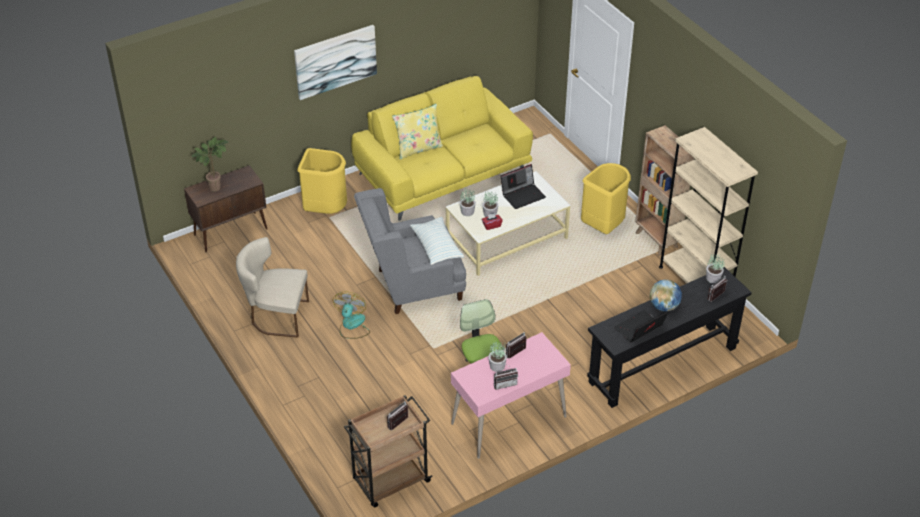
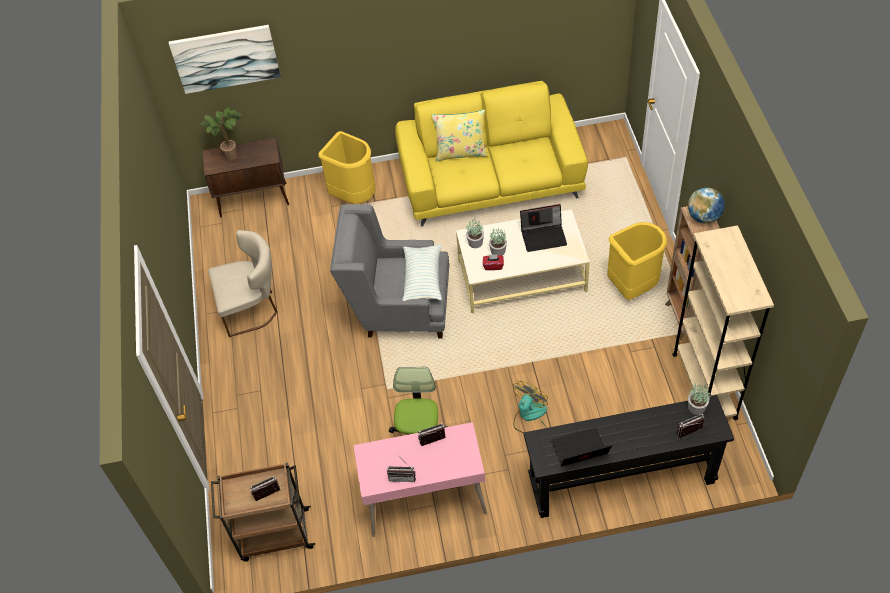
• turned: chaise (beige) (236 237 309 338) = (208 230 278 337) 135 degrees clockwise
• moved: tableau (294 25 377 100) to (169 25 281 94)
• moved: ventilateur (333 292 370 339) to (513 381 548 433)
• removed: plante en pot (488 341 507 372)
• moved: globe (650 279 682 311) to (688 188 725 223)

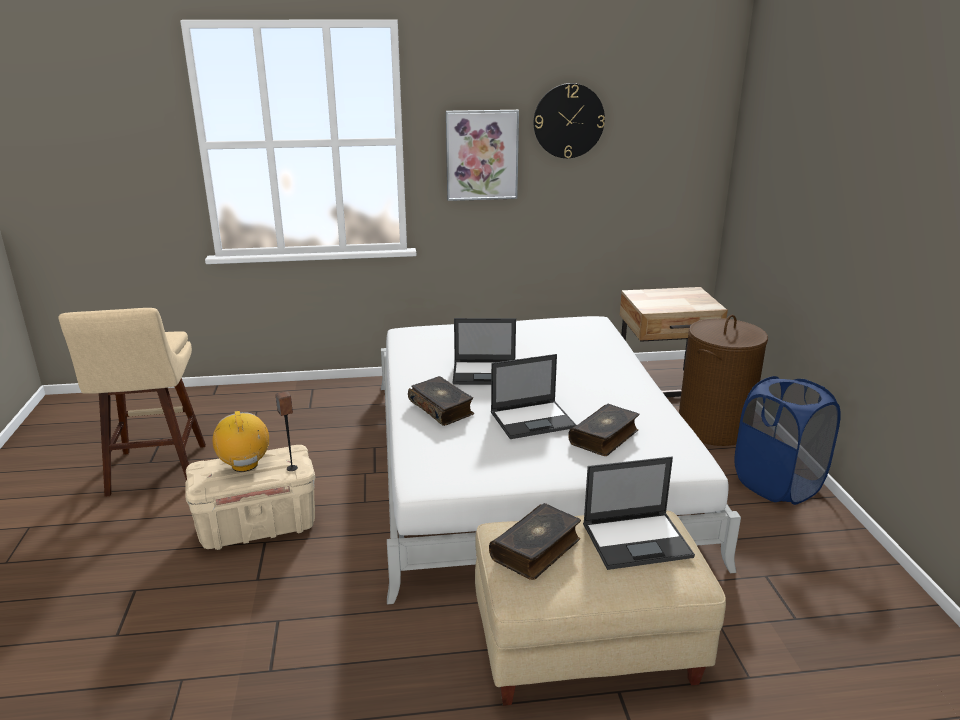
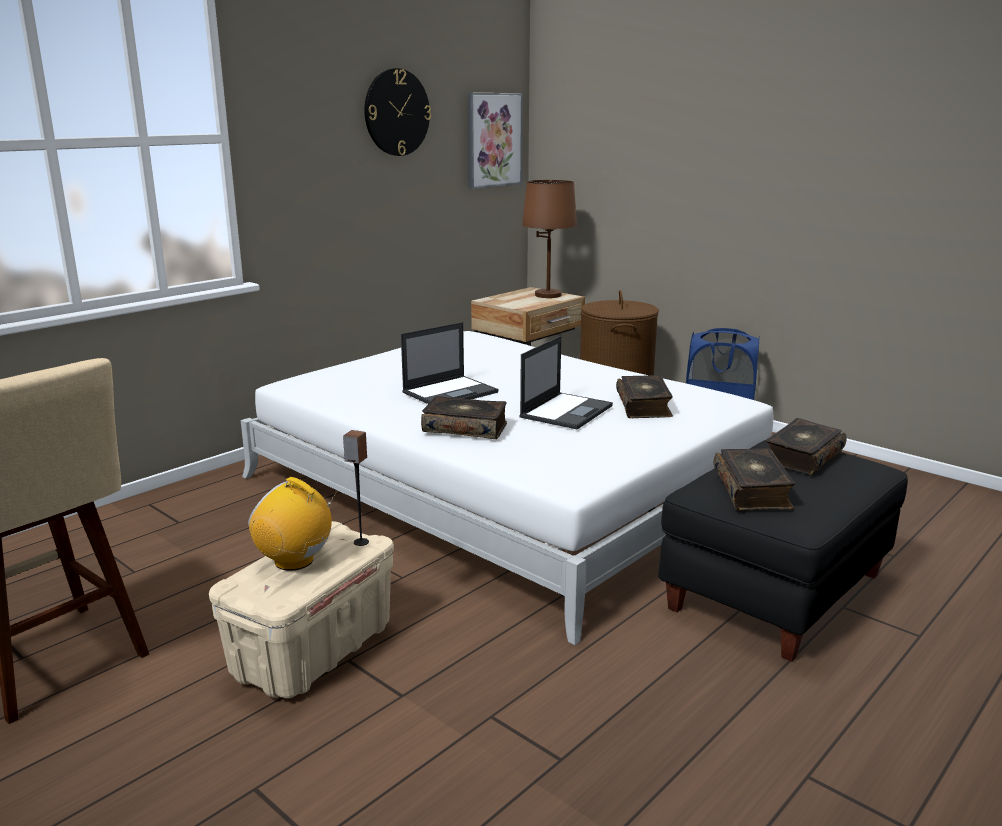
• moved: tableau (446 110 519 201) to (467 93 523 189)
• recoloured: pouf (beige) (475 510 726 706) to pouf (noir) (658 440 908 662)
• replaced: ordinateur portable (583 457 695 570) to livre (766 418 847 475)
• added: lampe de table (marron) (522 180 577 298)

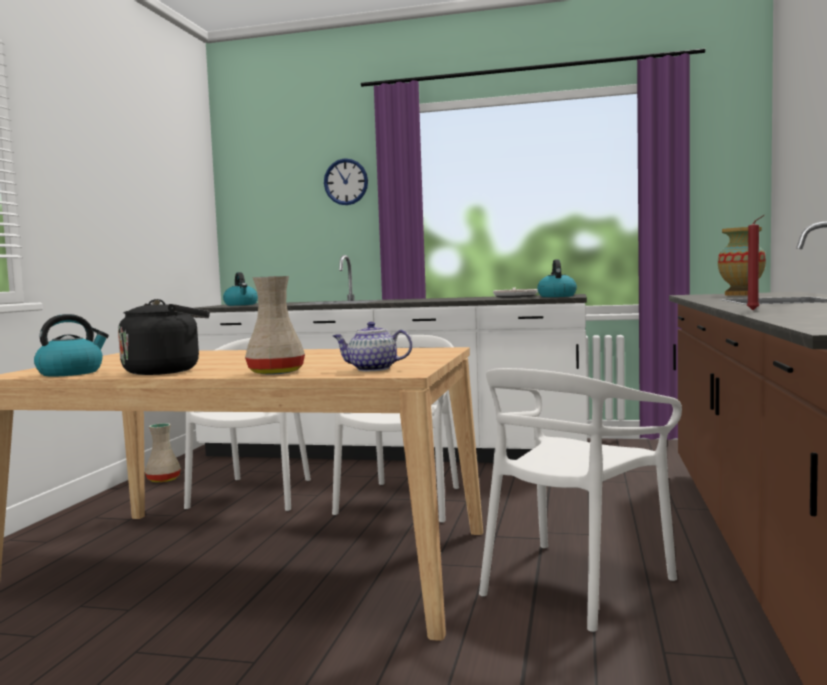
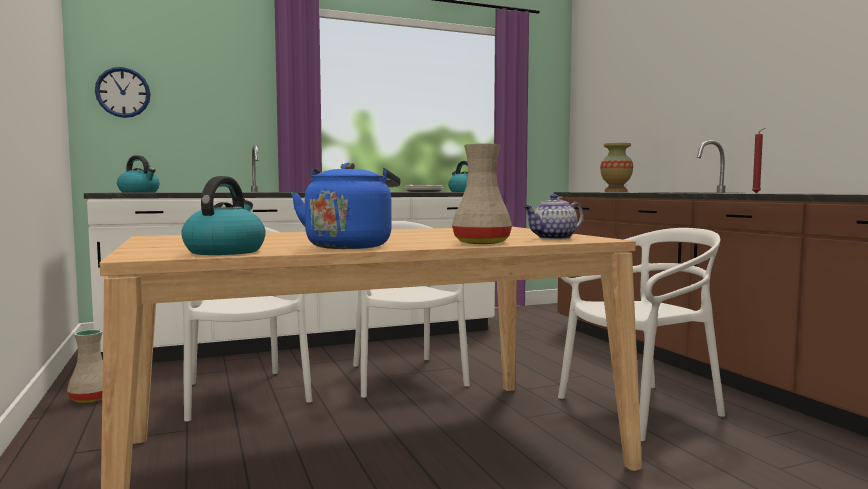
• recoloured: bouilloire (noir) (118 299 210 375) to bouilloire (bleu) (291 163 401 249)
• moved: horloge murale (324 158 368 205) to (95 67 151 118)
• turned: chaise (blanc) (479 368 682 632) = (558 228 725 442) 120 degrees counterclockwise

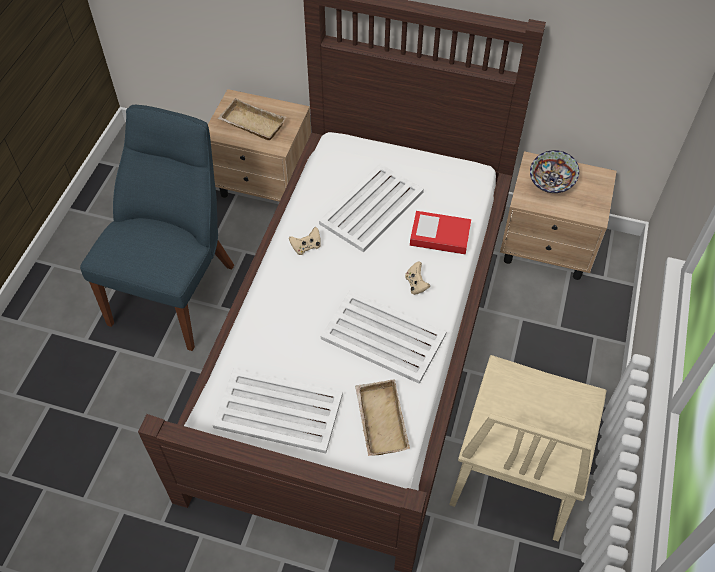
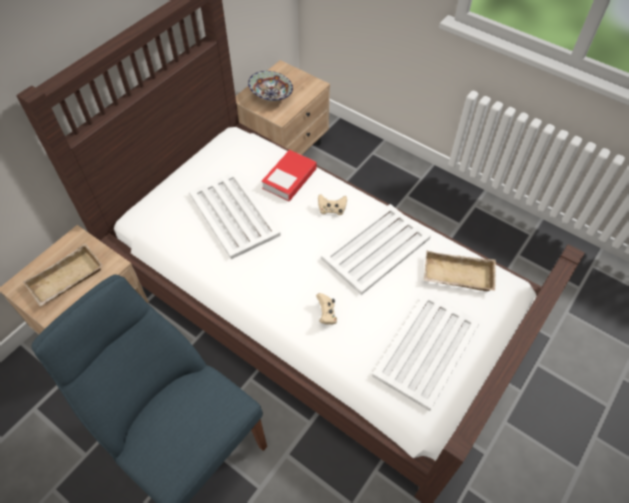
• moved: manette (beige) (289 227 321 255) to (316 293 337 325)
• removed: chaise (beige) (449 355 607 541)

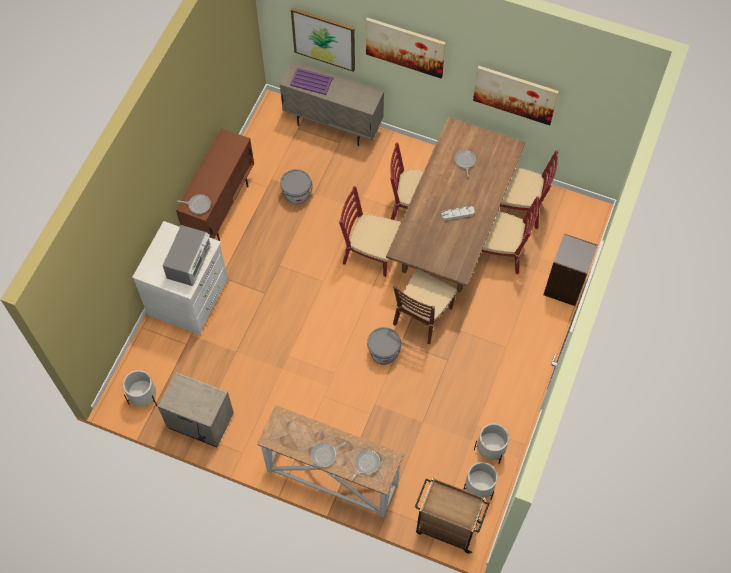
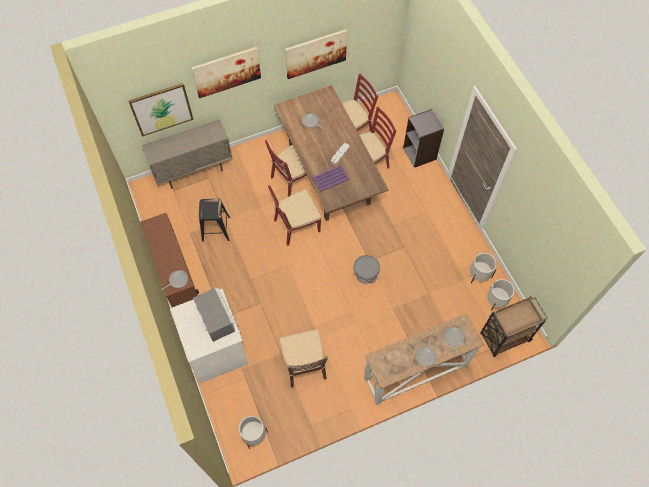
• removed: table de chevet (beige) (158 372 234 447)
• replaced: seau (gris) (280 169 313 204) to tabouret (noir) (199 199 230 242)
• moved: plateau (violet) (290 68 333 95) to (313 165 349 192)
• moved: chaise (marron) (392 269 457 344) to (279 329 328 388)

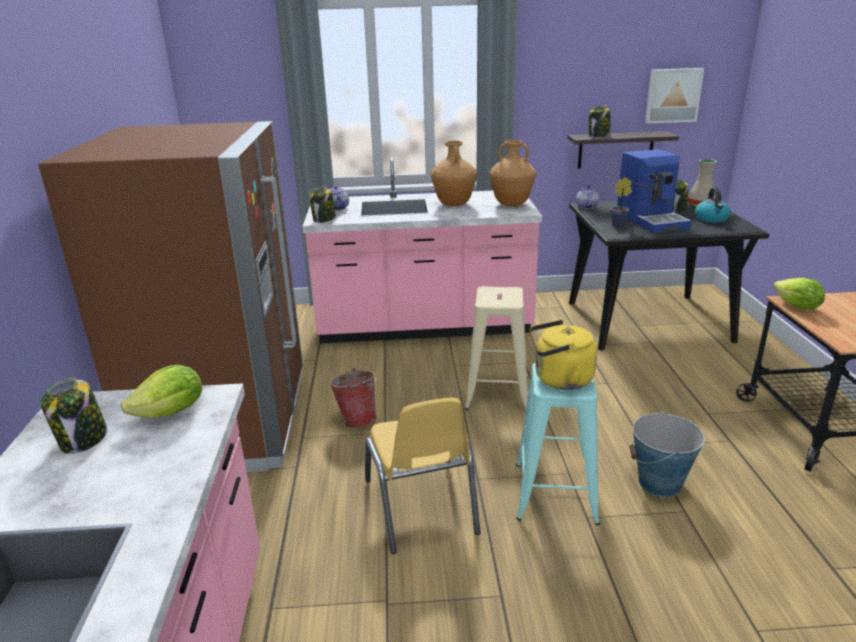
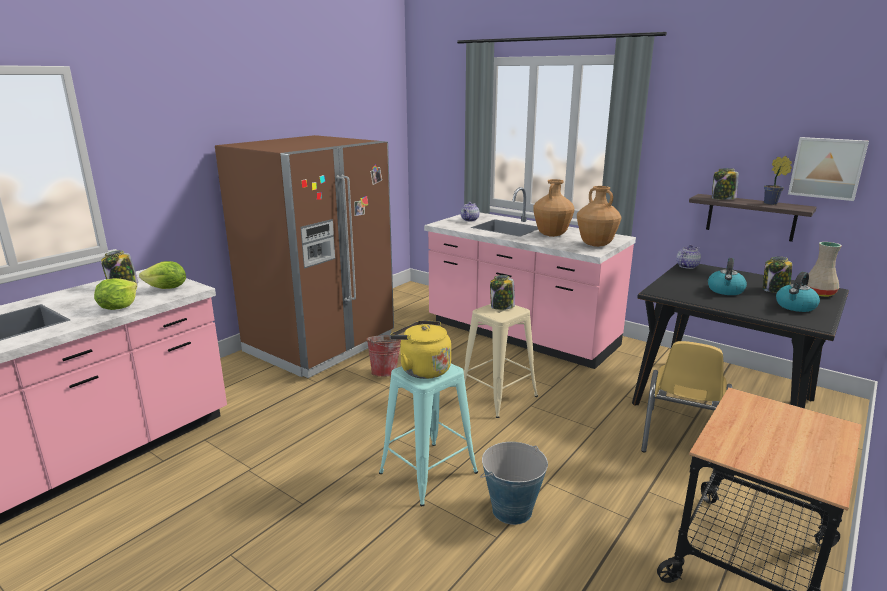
• moved: bocal (309 187 336 223) to (490 275 515 310)
• moved: chaise (jaune) (365 398 481 554) to (641 341 732 469)
• moved: plante en pot (611 177 632 228) to (764 156 792 205)
• replaced: machine à café (617 149 692 233) to bouilloire (708 258 747 295)
• moved: laitue (773 278 825 309) to (94 278 137 310)

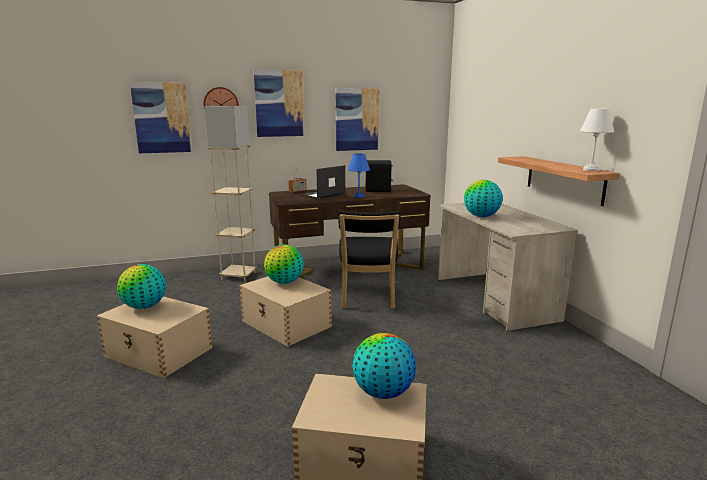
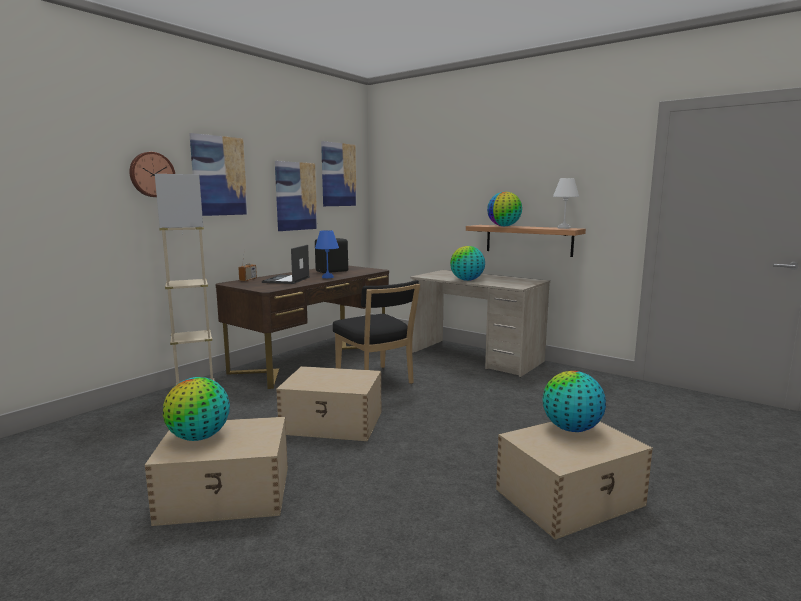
• moved: tableau (130 82 192 153) to (321 141 357 206)
• moved: globe (264 244 304 284) to (487 191 522 226)

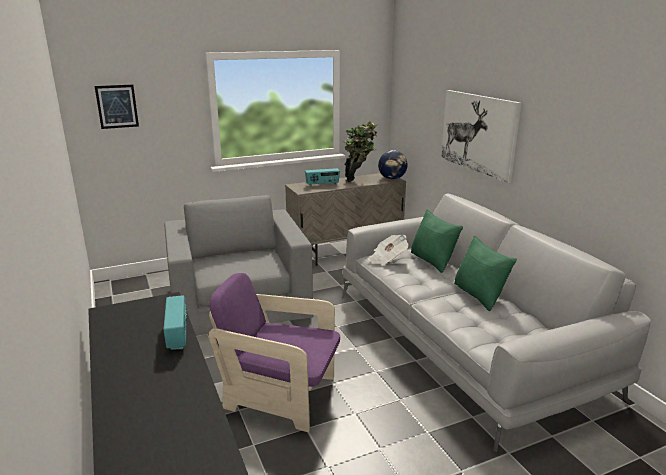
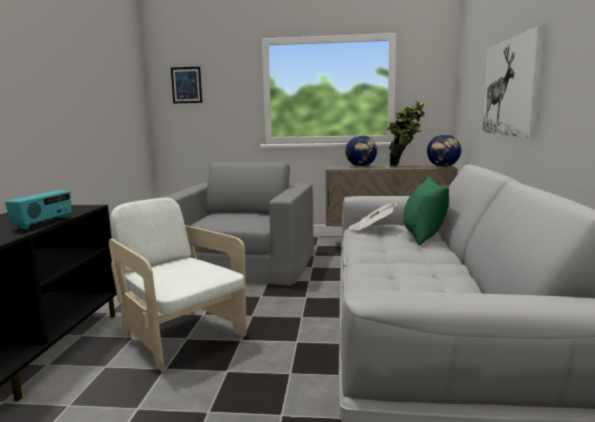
• recoloured: fauteuil (violet) (209 273 340 432) to fauteuil (blanc) (109 198 247 372)
• replaced: radio (305 168 340 187) to globe (346 135 377 167)
• removed: coussin (vert) (454 236 517 311)

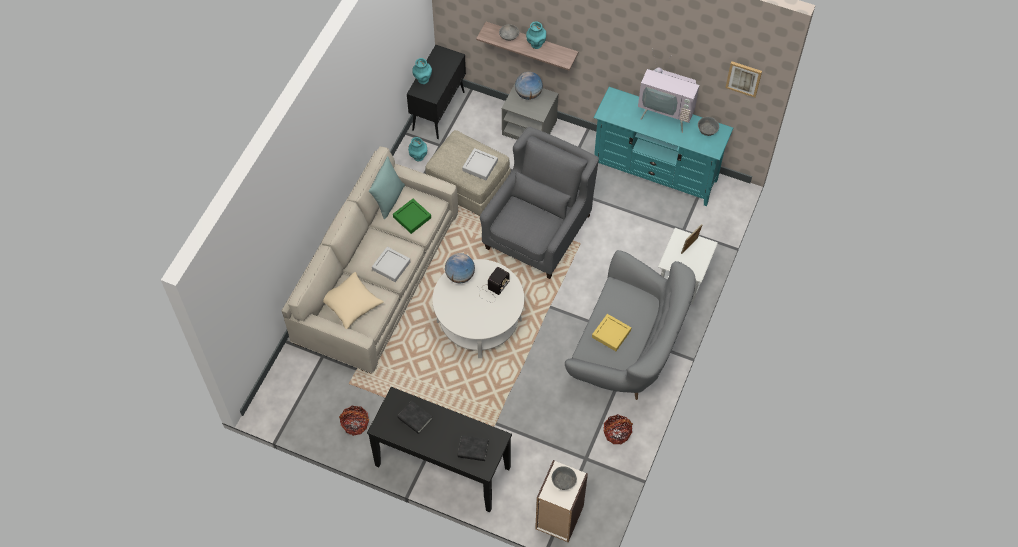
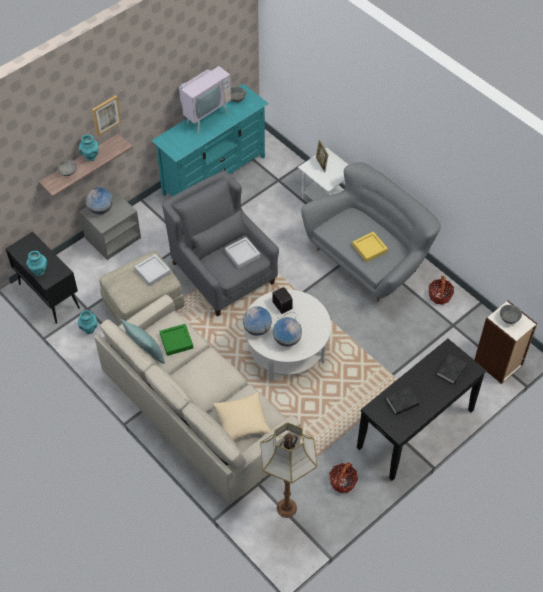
• moved: plateau (gris) (372 247 411 282) to (225 237 260 268)
• moved: tableau (725 61 762 97) to (92 95 122 136)
• added: lampadaire (260 422 317 518)
• added: globe (273 317 302 347)

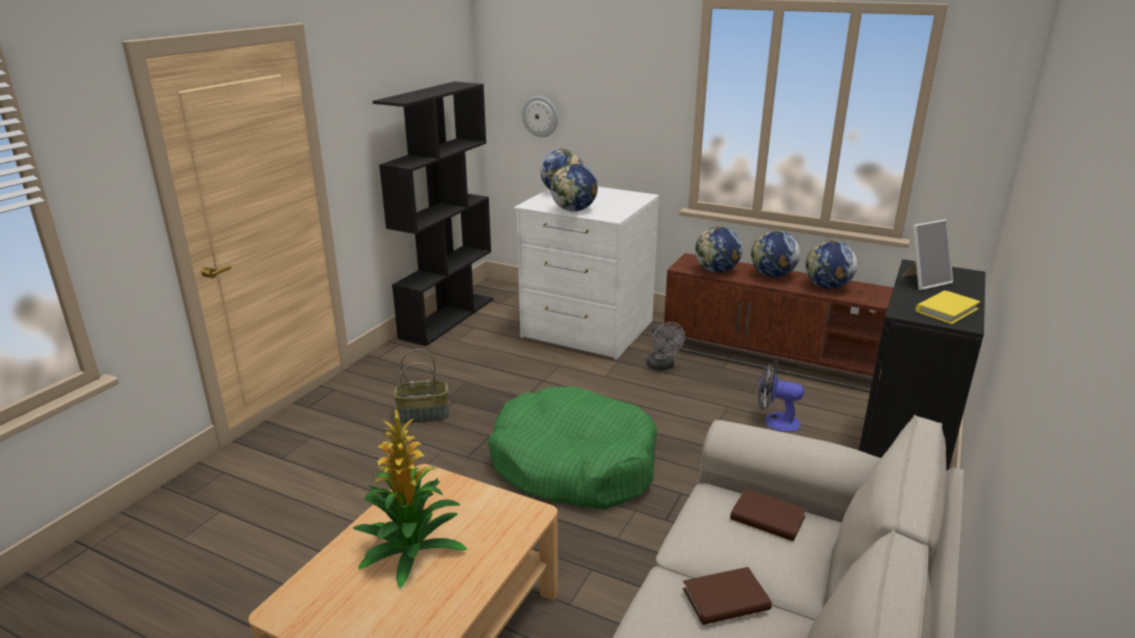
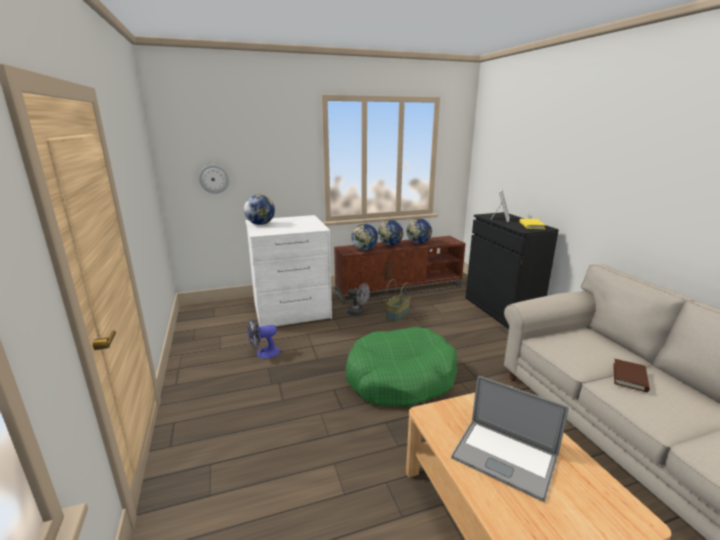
• replaced: plante en pot (353 409 467 588) to ordinateur portable (451 375 569 502)
• removed: bibliothèque (noir) (372 82 493 346)
• moved: panier (394 349 449 424) to (386 279 411 322)
• removed: globe (550 164 598 211)
• removed: livre (marron) (730 488 807 541)
• moved: ventilateur (758 364 804 432) to (247 319 280 359)

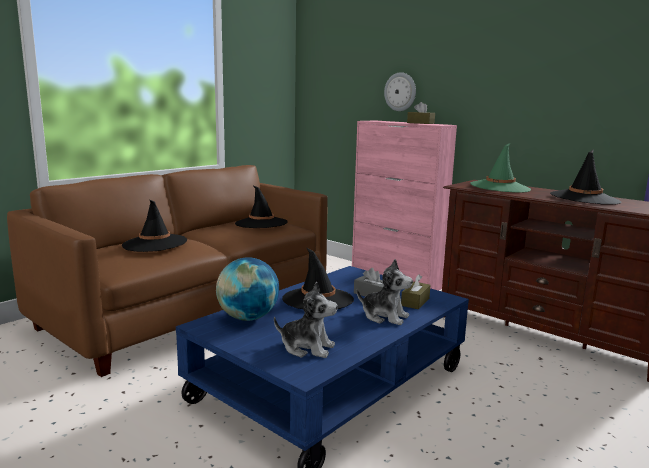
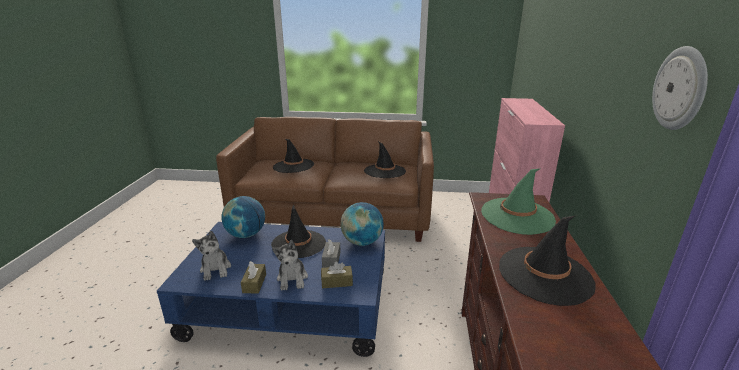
• moved: horloge murale (384 72 416 111) to (652 46 708 130)
• moved: boîte à mouchoirs (marron) (407 102 435 124) to (240 261 266 293)
• added: globe (340 202 384 246)

